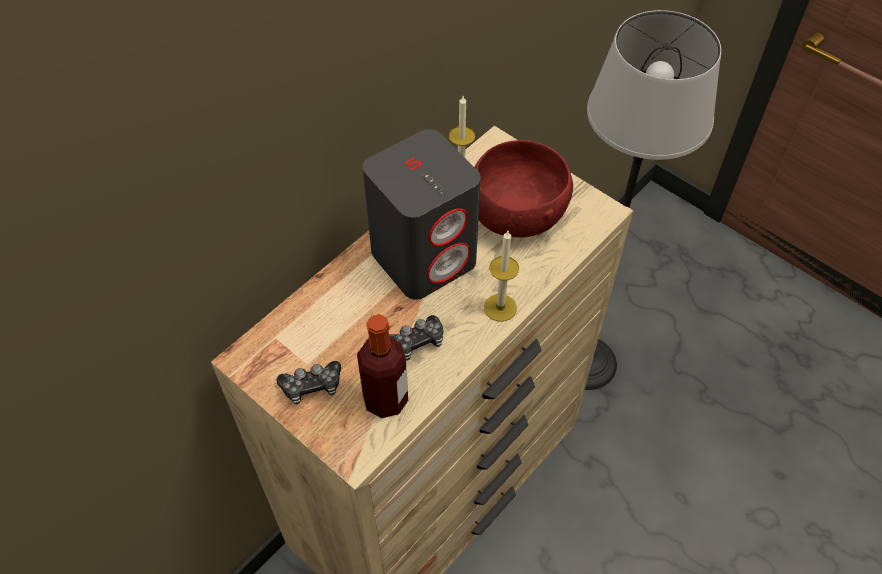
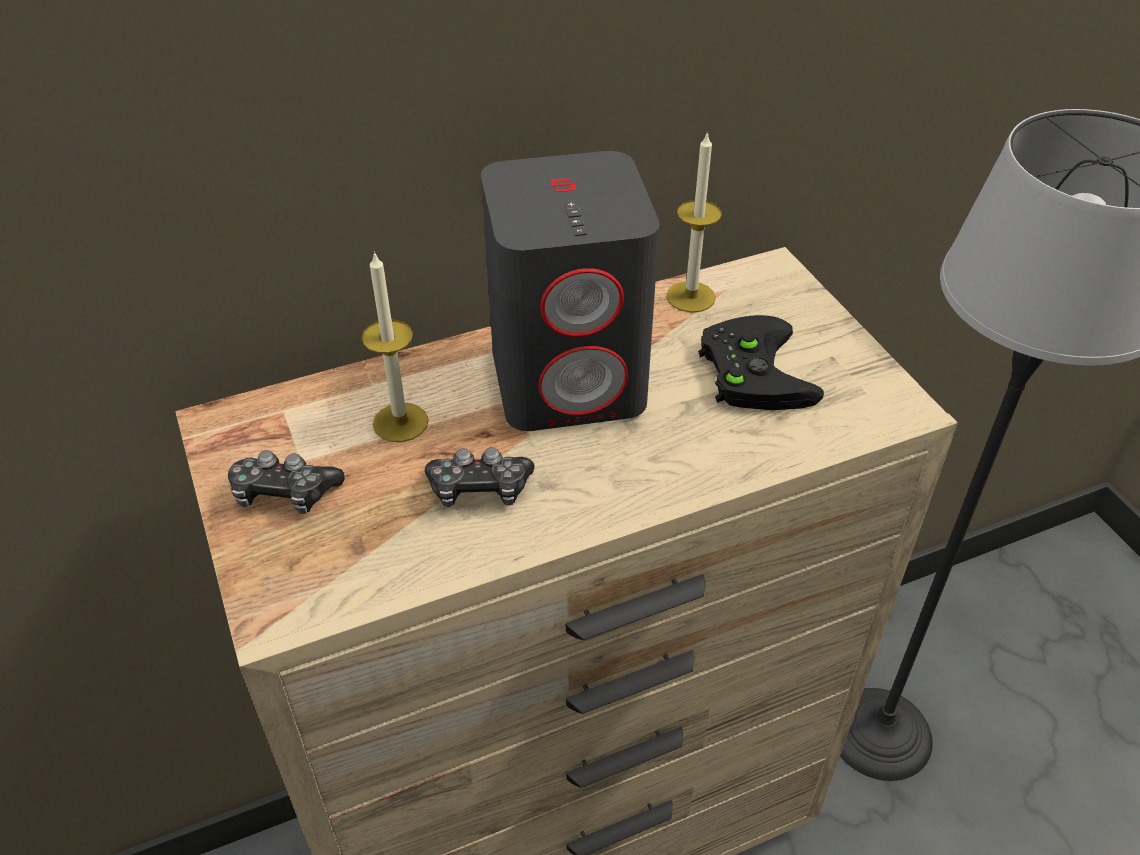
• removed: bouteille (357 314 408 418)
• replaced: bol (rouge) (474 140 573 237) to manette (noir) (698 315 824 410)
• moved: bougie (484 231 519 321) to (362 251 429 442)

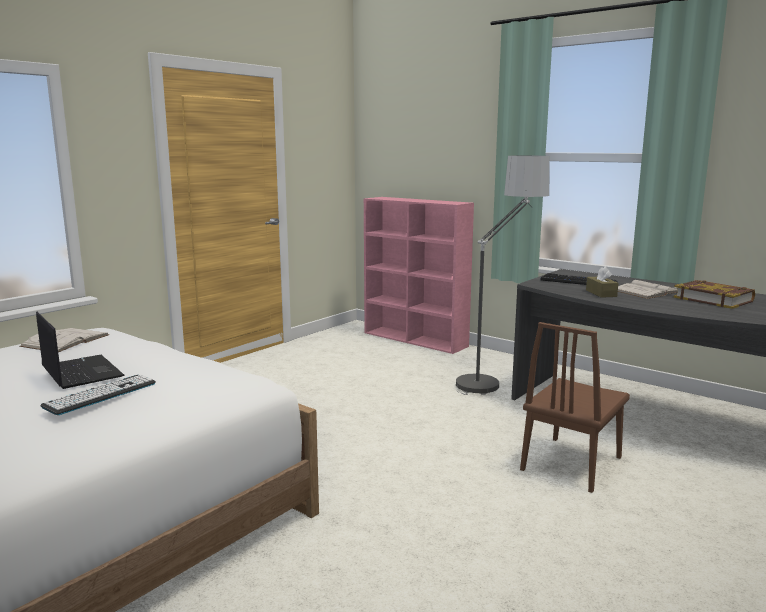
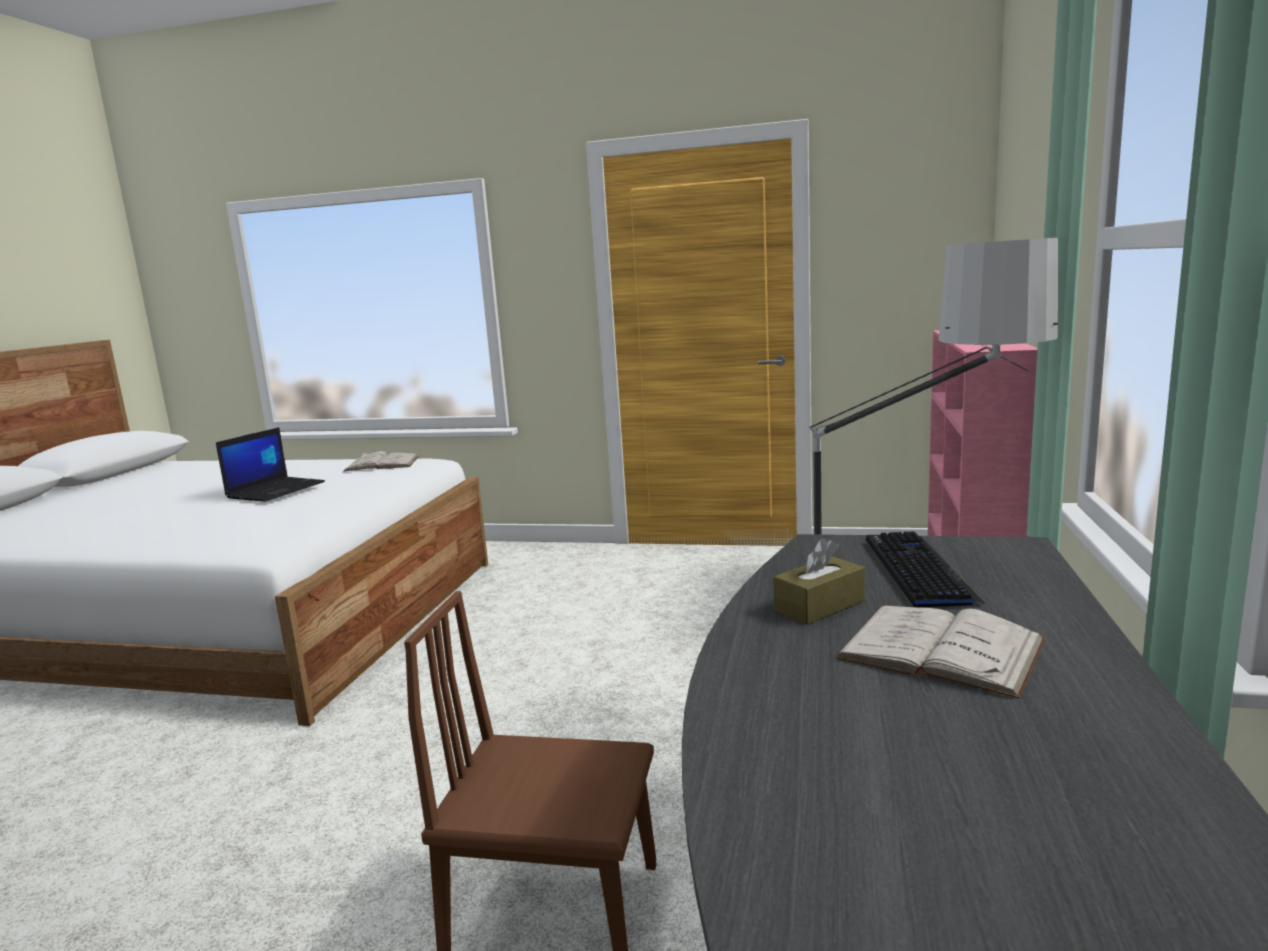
• removed: clavier (40 375 156 415)
• removed: livre (674 280 755 309)

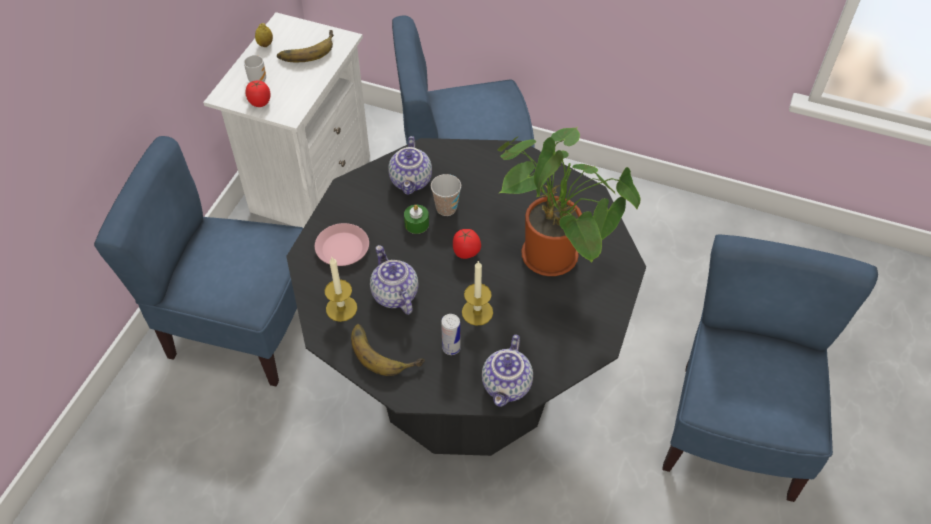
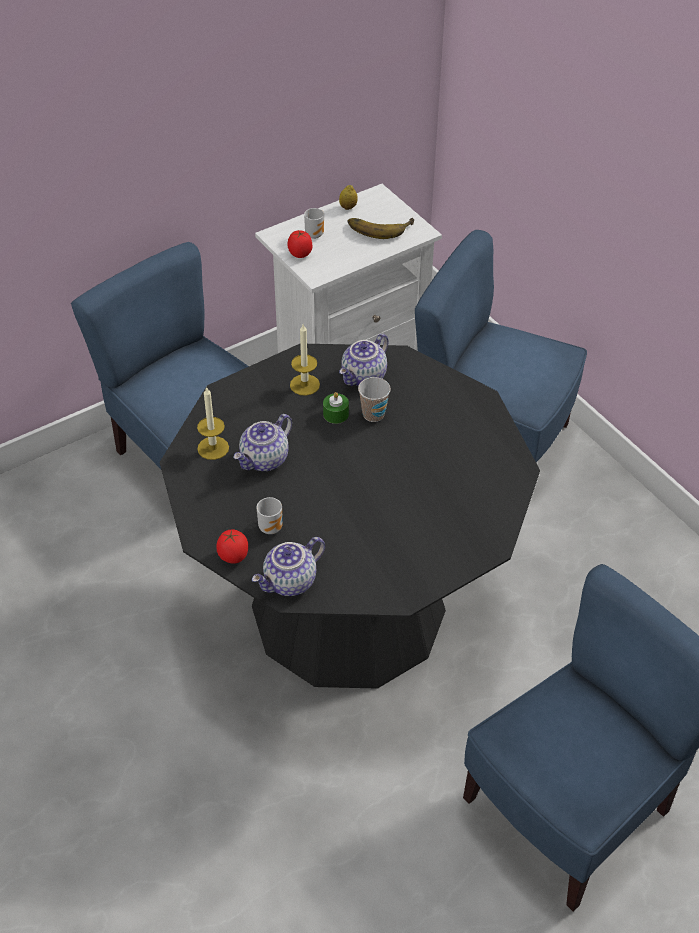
• removed: assiette (rose) (315 223 369 266)
• removed: banane (351 324 425 376)
• turned: théière (370 245 418 315) = (233 414 292 471) 150 degrees counterclockwise
• replaced: boîte métallique (441 314 461 355) to mug (256 497 283 534)
• moved: tomate (453 229 481 259) to (216 530 248 564)
• moved: bougie (462 260 493 326) to (290 324 320 396)
• removed: plante en pot (498 127 641 276)

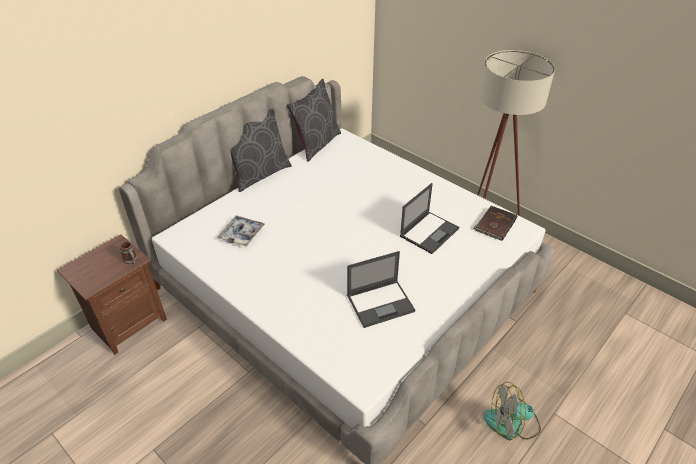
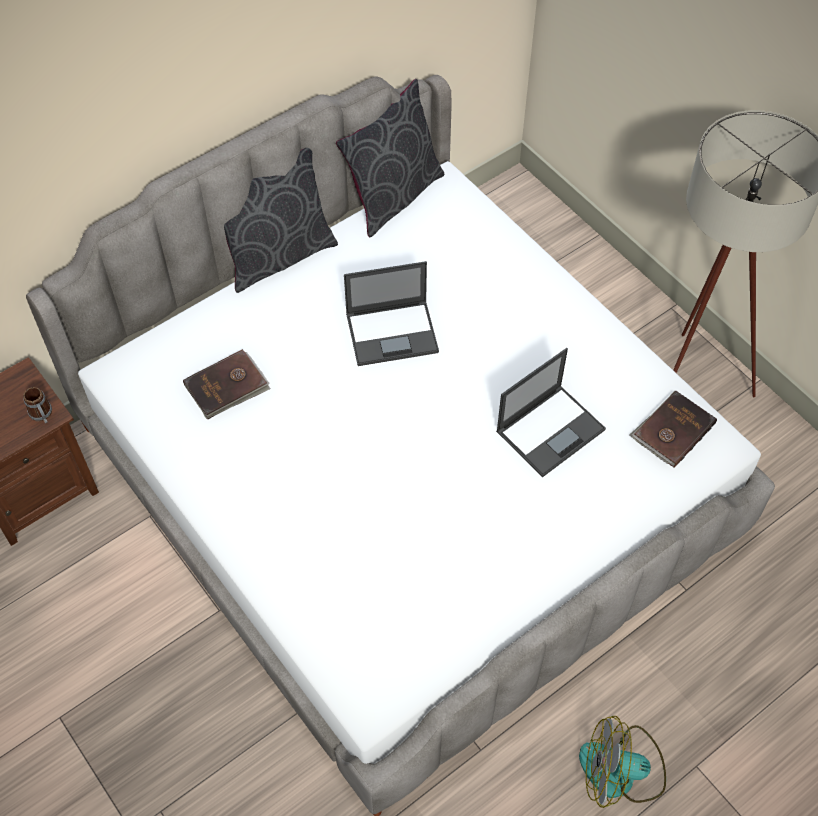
• replaced: plateau (217 215 265 247) to livre (marron) (183 349 270 419)
• moved: ordinateur portable (347 251 416 328) to (344 261 439 366)

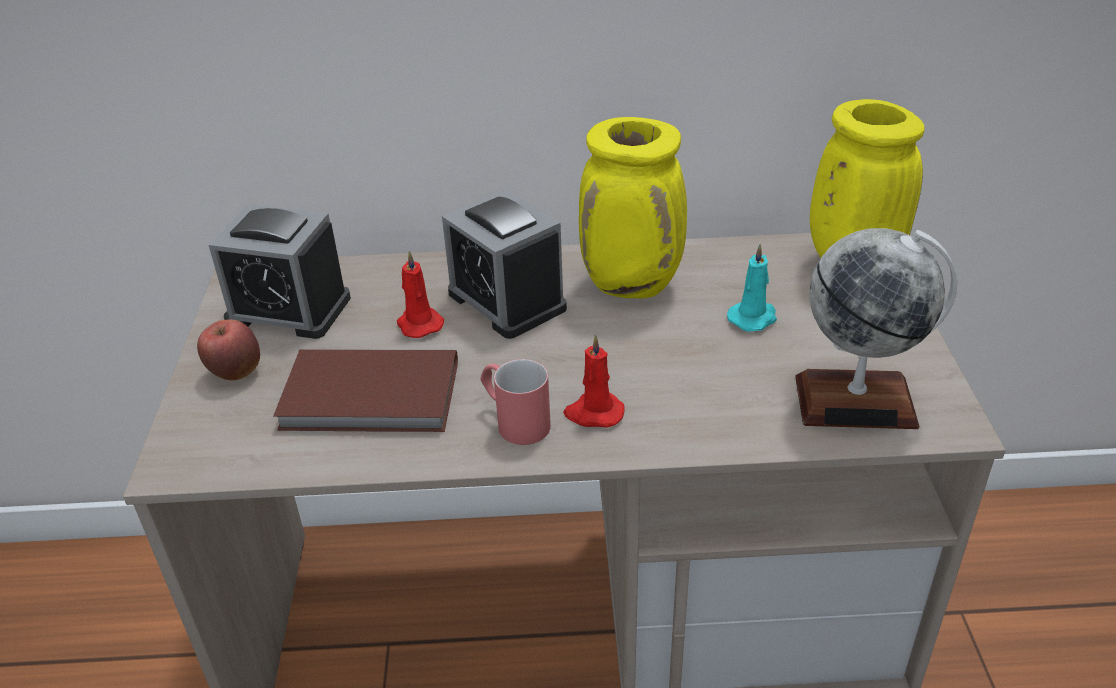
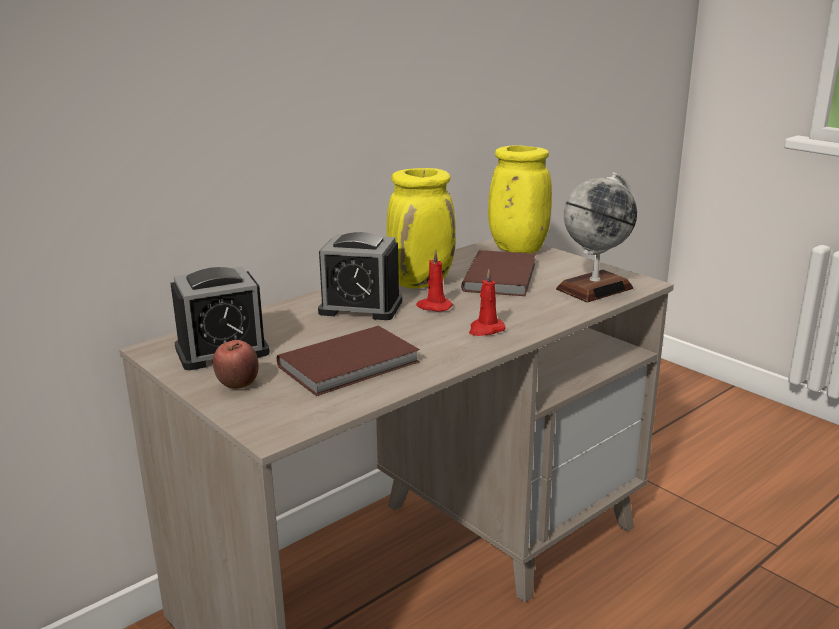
• moved: bougie (rouge) (397 250 444 338) to (416 249 453 311)
• removed: mug (rouge) (480 359 551 445)
• replaced: bougie (turquoise) (727 243 777 332) to livre (marron) (461 250 536 296)

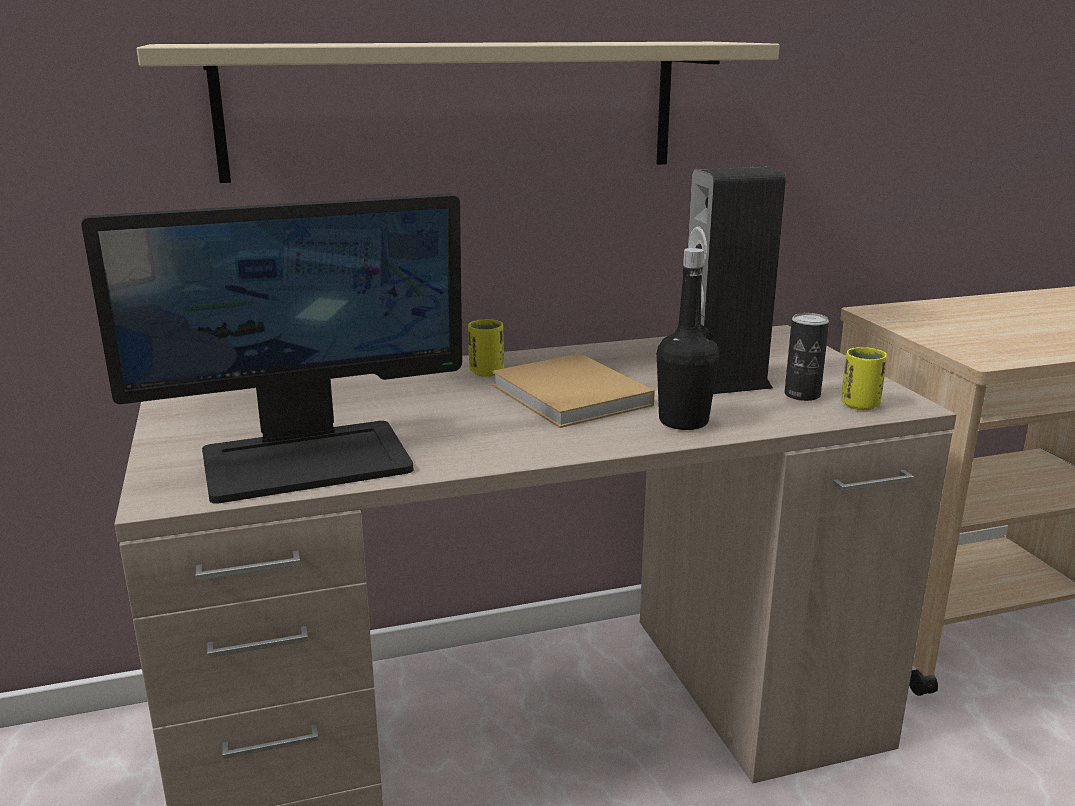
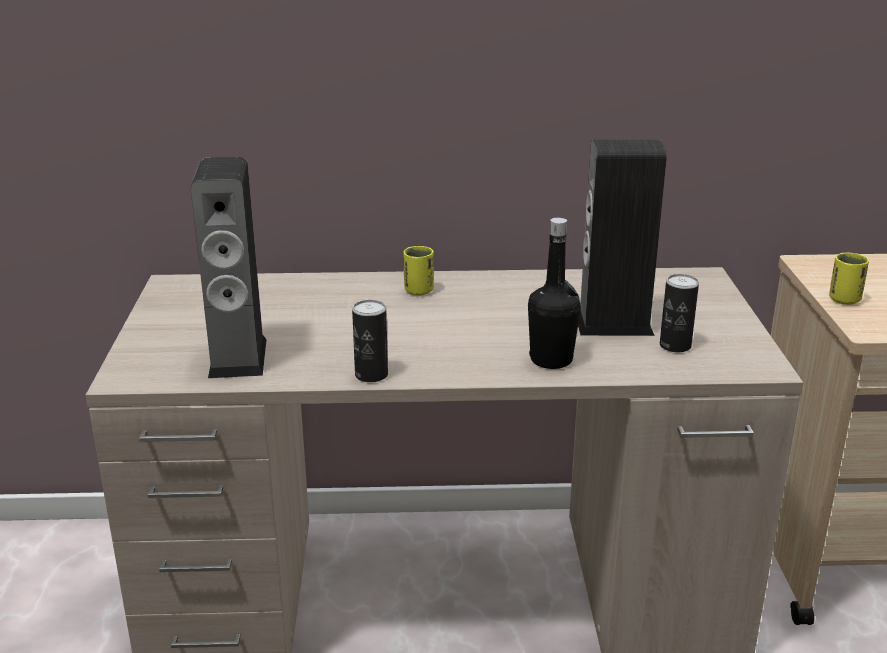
• replaced: écran d'ordinateur (81 193 462 504) to enceinte (191 157 267 378)
• removed: étagère (beige) (137 42 779 183)
• removed: livre (beige) (492 354 655 428)
• moved: tasse (jaune) (841 347 887 410) to (829 253 869 305)
• added: boîte métallique (352 300 388 382)

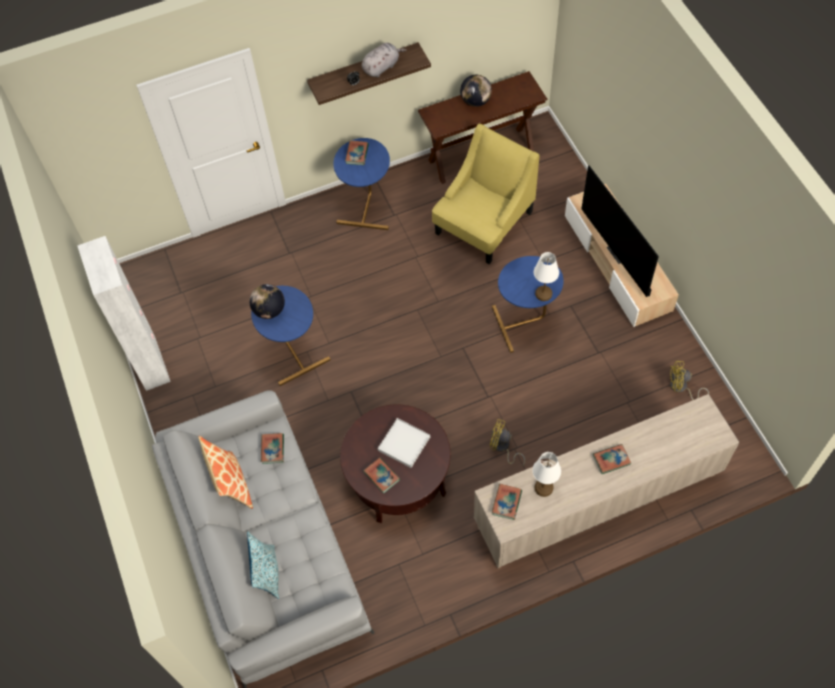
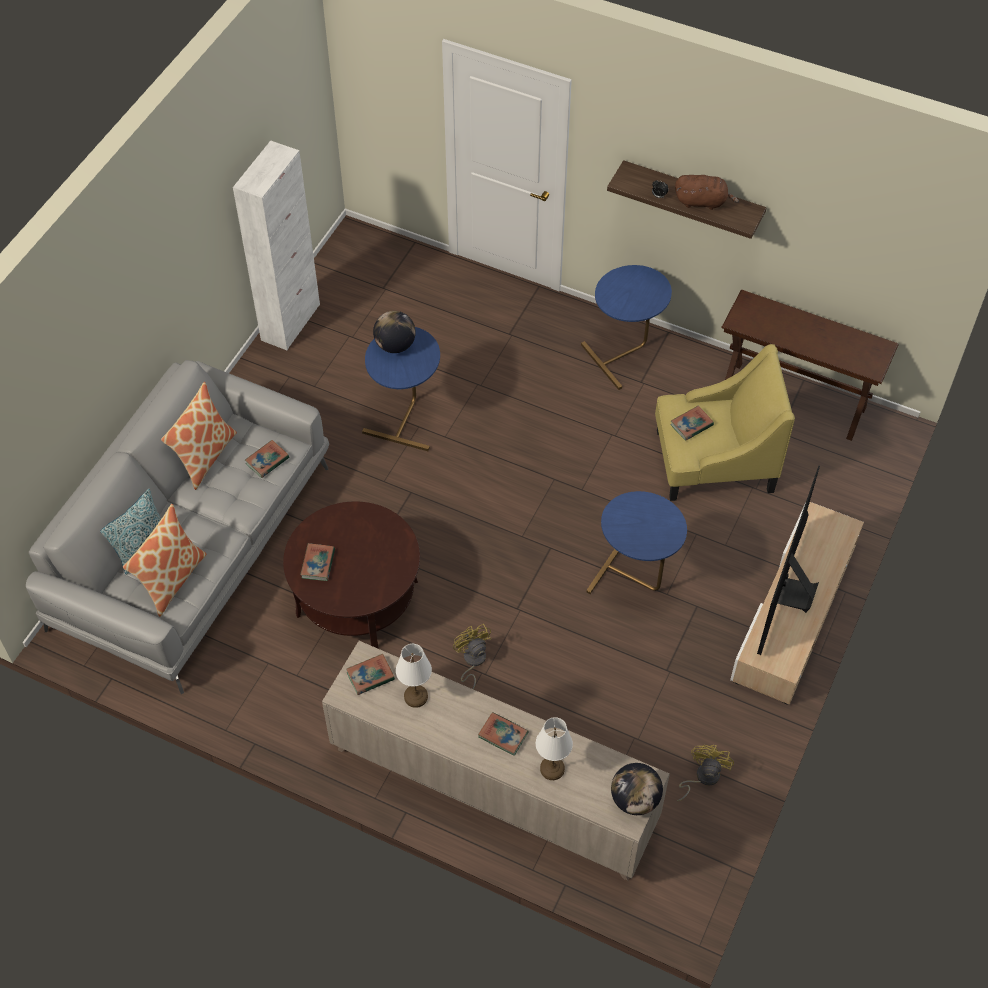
• moved: livre (345 140 369 165) to (670 405 714 441)
• recoloured: peluche (gris) (362 43 407 77) to peluche (marron) (675 175 739 210)
• removed: plateau (blanc) (378 418 430 468)
• moved: globe (460 75 492 107) to (611 763 663 815)
• moved: lampe de table (blanc) (534 252 559 301) to (536 717 573 780)
• turned: ventilateur (jaune) (670 360 709 400) = (677 745 734 801) 60 degrees clockwise
• added: coussin (123 504 206 617)

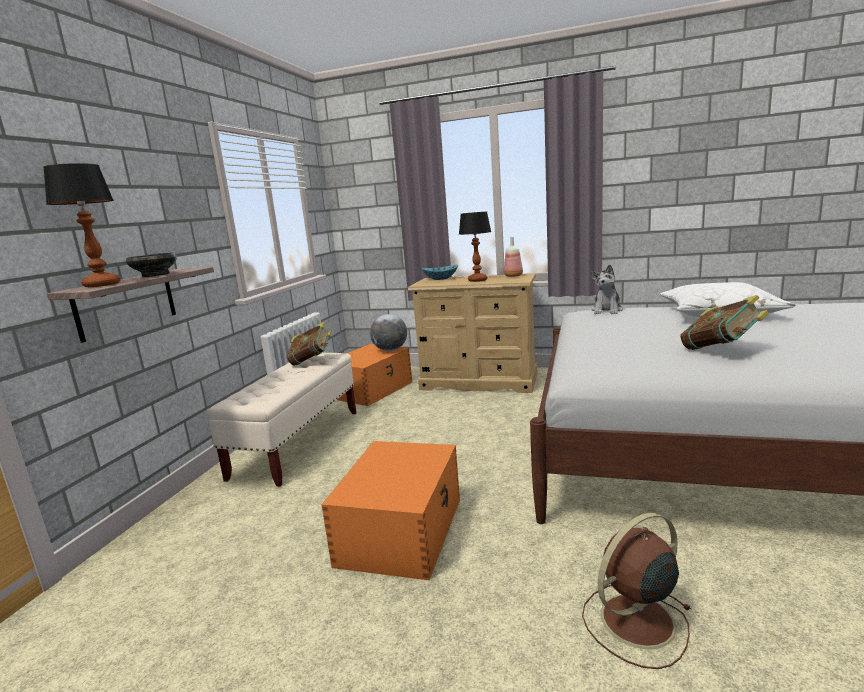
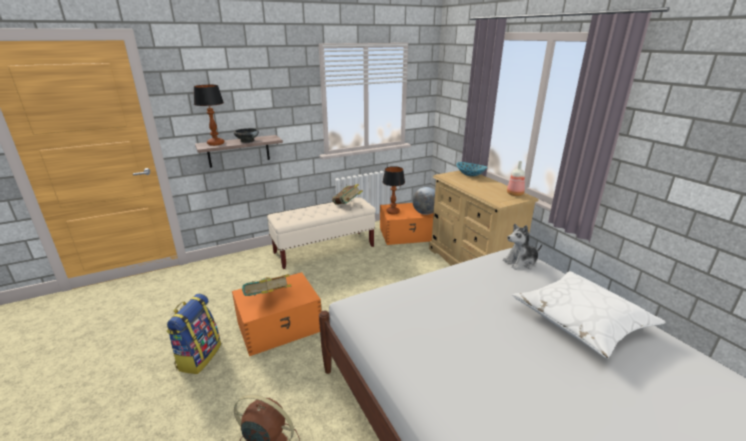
• moved: lampe de table (459 212 491 282) to (383 166 405 215)
• moved: livre (680 295 769 350) to (242 274 291 296)
• added: sac à dos (166 294 221 374)

